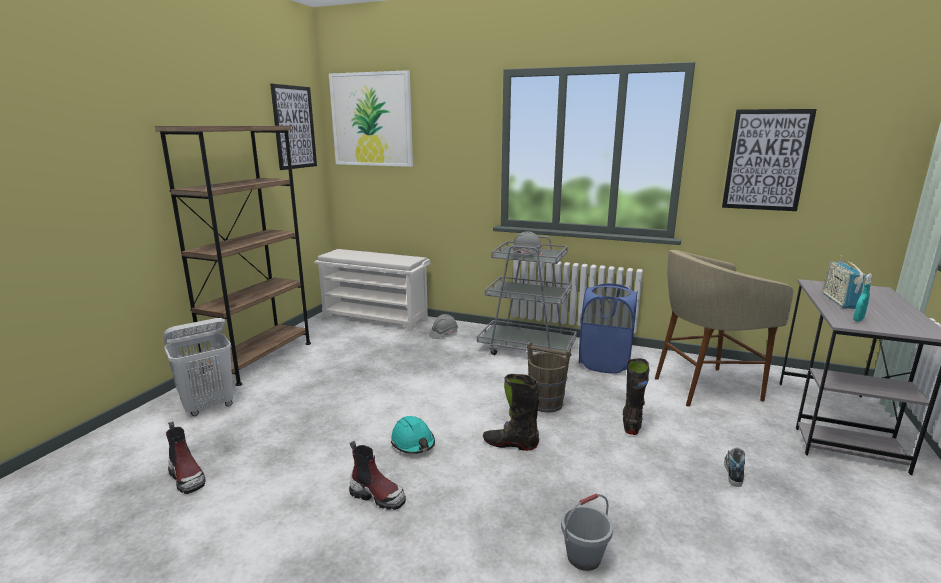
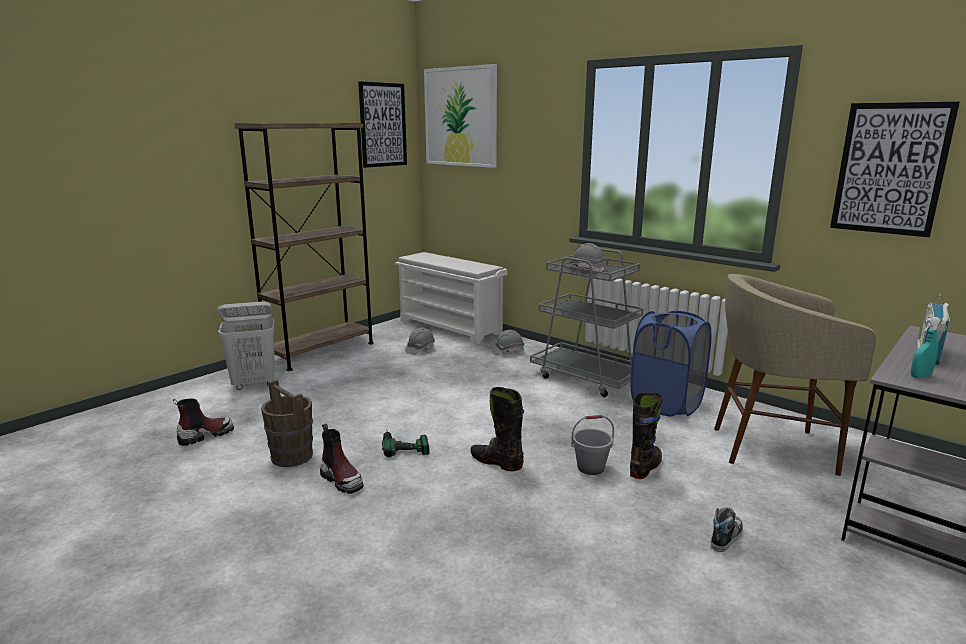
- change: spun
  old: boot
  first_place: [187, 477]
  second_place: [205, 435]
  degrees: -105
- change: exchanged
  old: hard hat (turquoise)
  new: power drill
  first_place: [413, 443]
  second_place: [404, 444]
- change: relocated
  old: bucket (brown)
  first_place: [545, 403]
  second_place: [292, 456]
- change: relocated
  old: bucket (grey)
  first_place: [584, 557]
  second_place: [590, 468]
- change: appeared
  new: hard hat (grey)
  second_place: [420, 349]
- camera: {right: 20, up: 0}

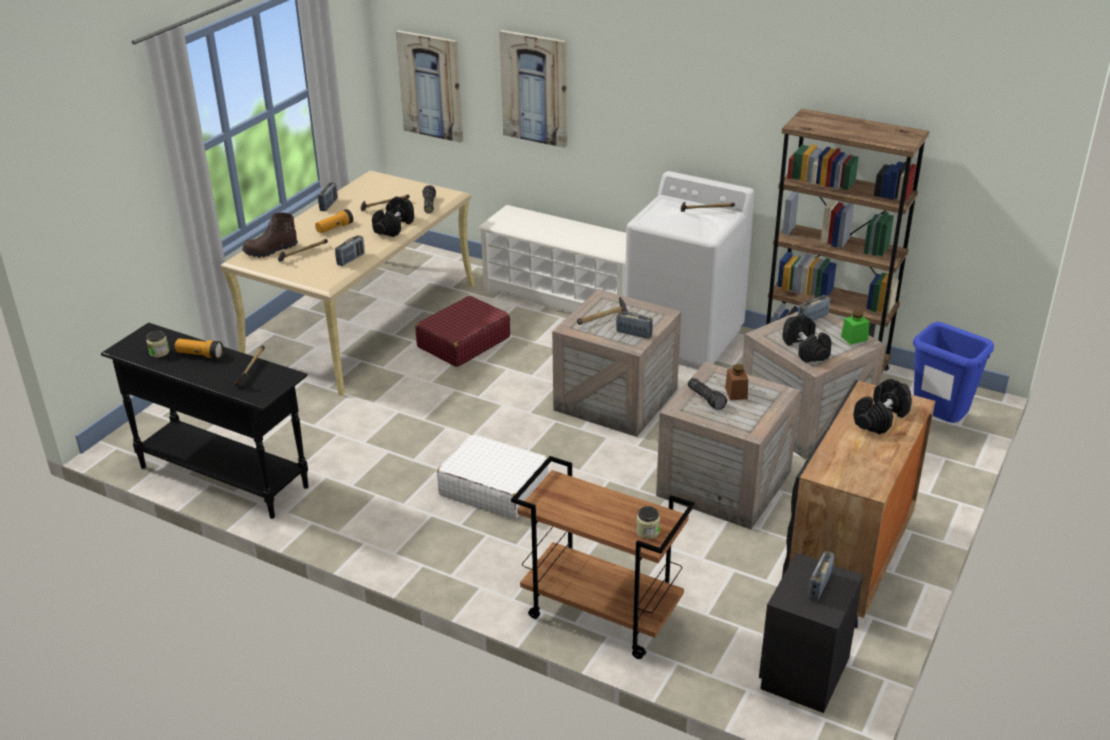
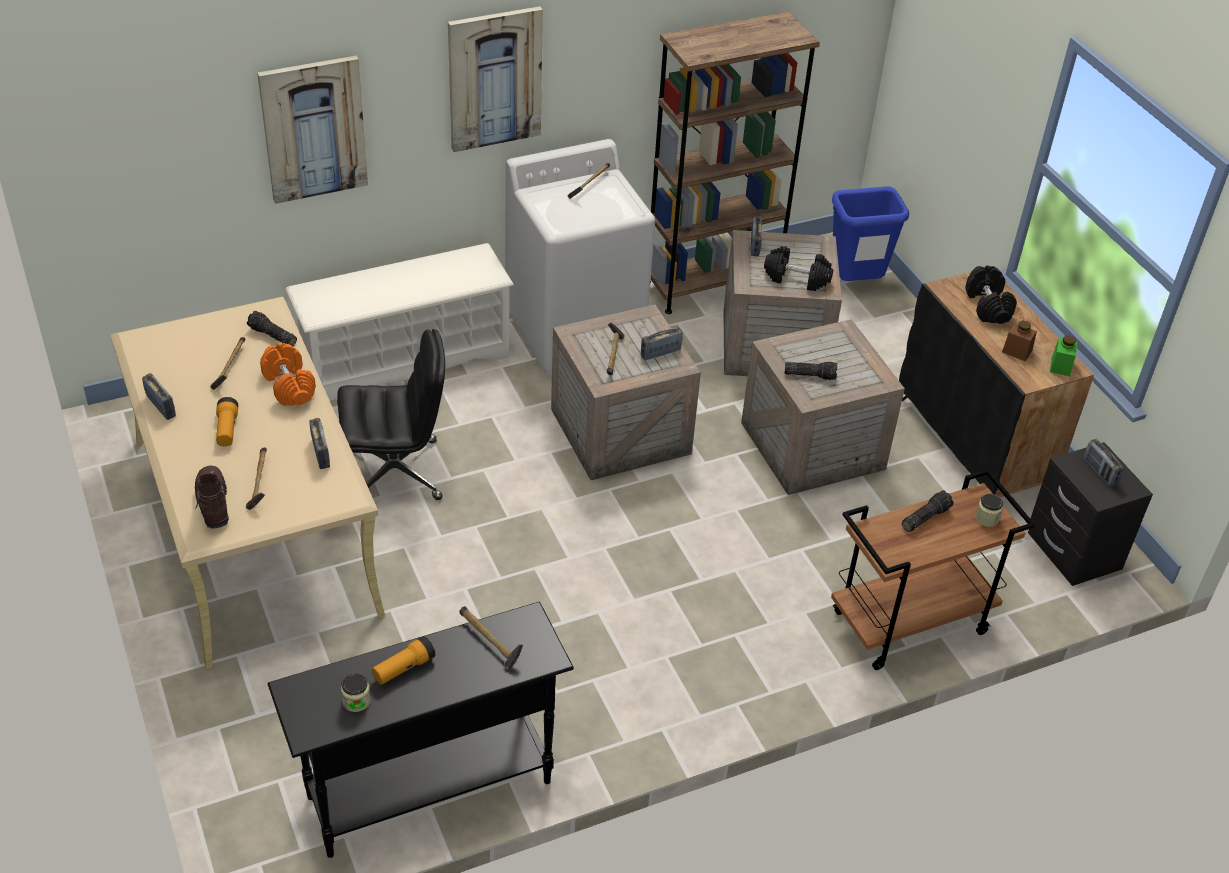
- change: spun
  old: boot (brown)
  first_place: [271, 251]
  second_place: [212, 504]
  degrees: 150
- change: colour
  old: dumbbell (black)
  new: dumbbell (orange)
  first_place: [394, 227]
  second_place: [289, 386]
- change: relocated
  old: picture
  first_place: [431, 86]
  second_place: [494, 79]
- change: exchanged
  old: suitcase (red)
  new: office chair (black)
  first_place: [463, 342]
  second_place: [396, 472]
- change: missing
  old: suitcase (white)
  first_place: [493, 488]
- change: relocated
  old: jar (brown)
  first_place: [736, 393]
  second_place: [1017, 351]
- change: relocated
  old: jar (green)
  first_place: [854, 338]
  second_place: [1060, 366]
- change: appeared
  new: flashlight
  second_place: [924, 517]
- camera: {right: -55, up: 10}

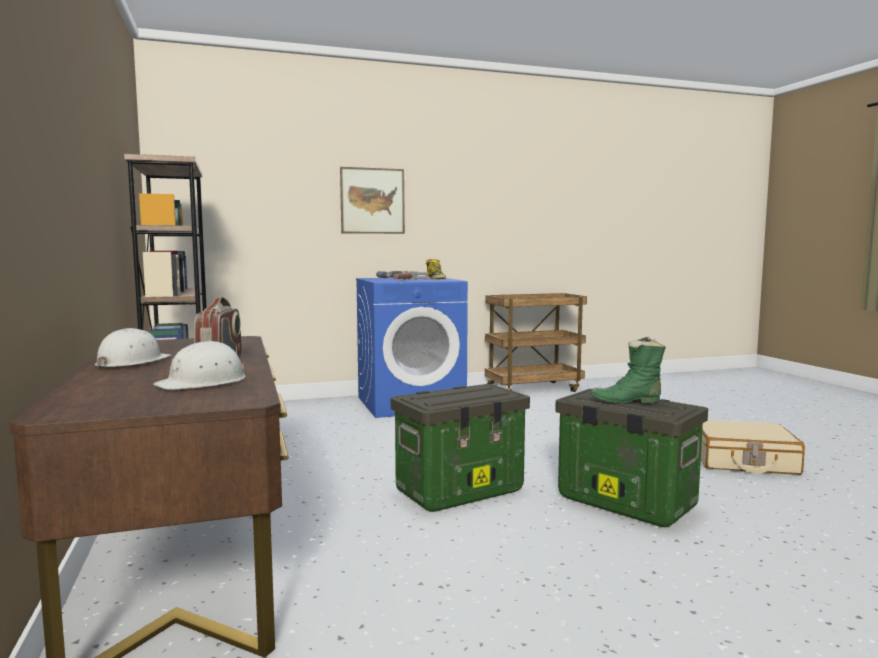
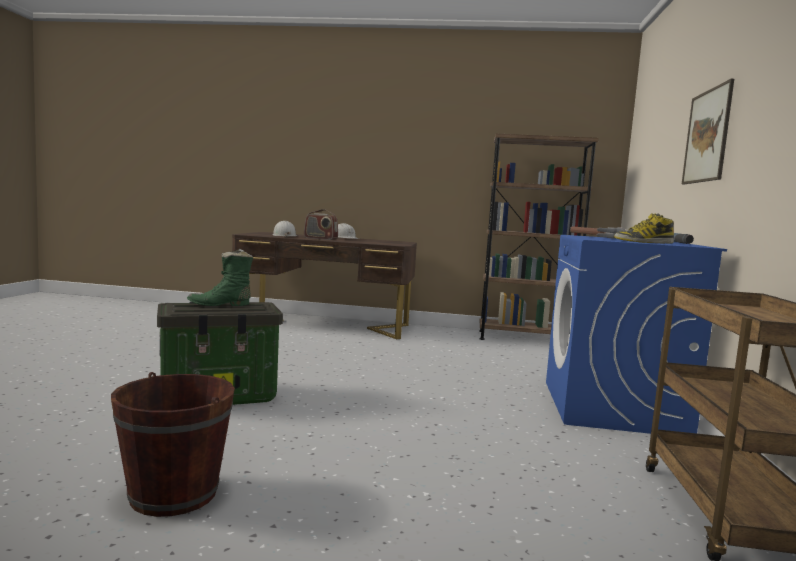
- change: missing
  old: storage box
  first_place: [460, 490]
- change: spun
  old: boot (green)
  first_place: [627, 401]
  second_place: [220, 305]
  degrees: -135
- change: exchanged
  old: suitcase (beige)
  new: bucket (brown)
  first_place: [743, 461]
  second_place: [174, 494]
- camera: {right: 115, up: 0}

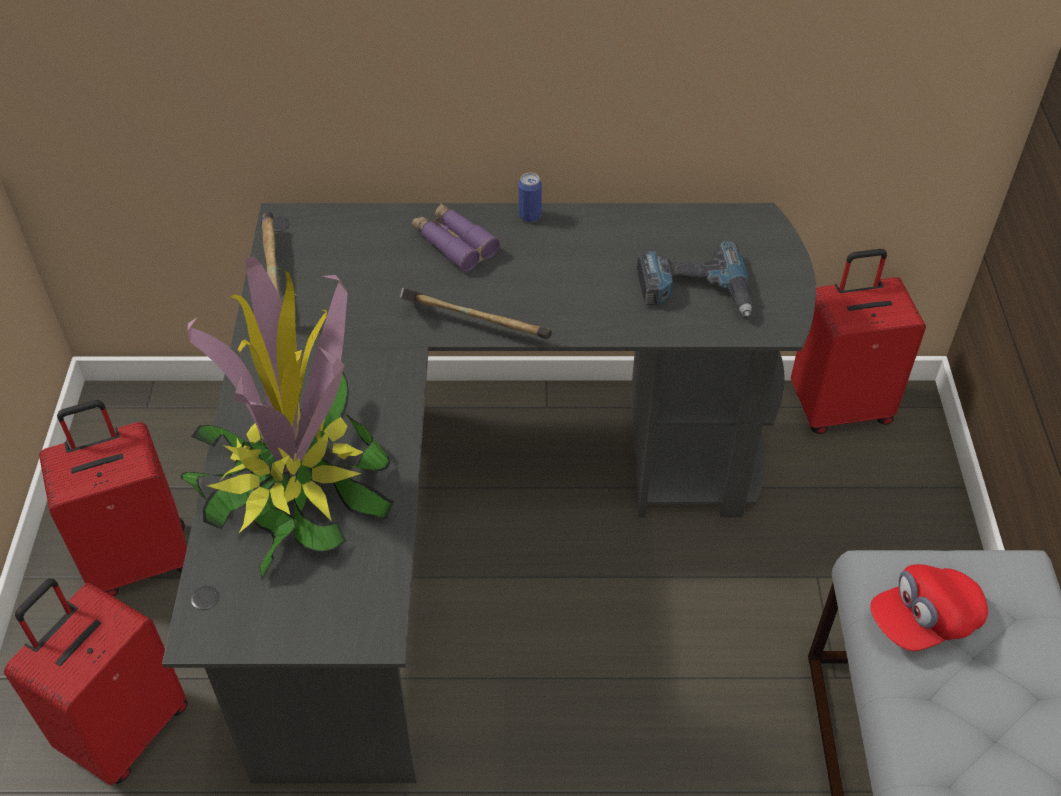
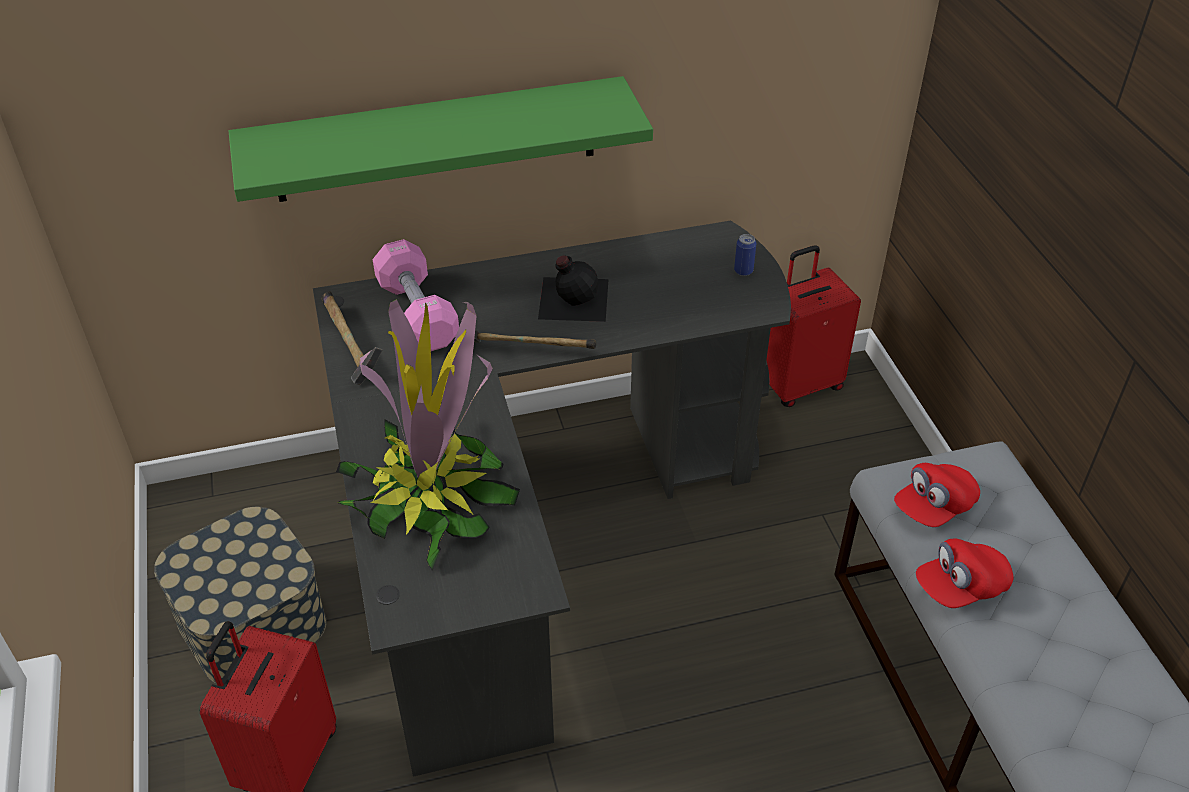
- change: exchanged
  old: suitcase (red)
  new: storage box
  first_place: [141, 559]
  second_place: [251, 620]
- change: missing
  old: binoculars (purple)
  first_place: [454, 244]
- change: relocated
  old: can
  first_place: [530, 216]
  second_place: [743, 271]
- change: missing
  old: power drill
  first_place: [694, 291]
- change: appeared
  new: shelf (green)
  second_place: [436, 140]
- change: appeared
  new: dumbbell (pink)
  second_place: [417, 313]
- change: appeared
  new: bottle (black)
  second_place: [572, 298]
- change: appeared
  new: cap (red)
  second_place: [960, 587]
- camera: {right: -15, up: -5}

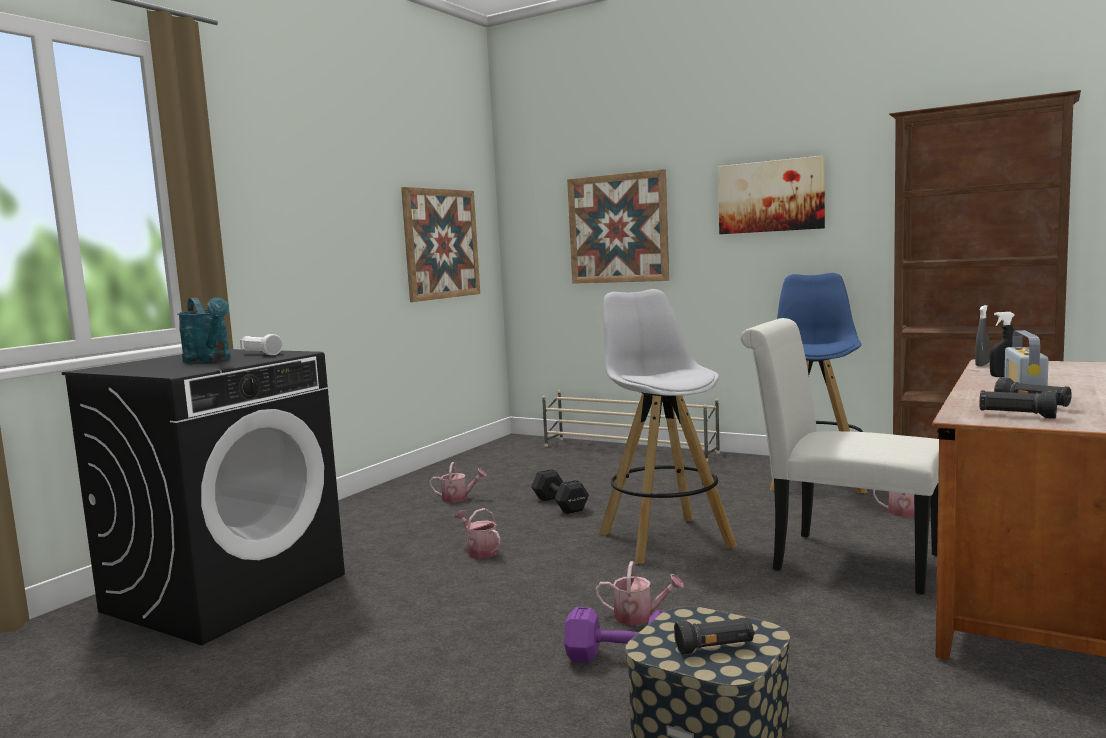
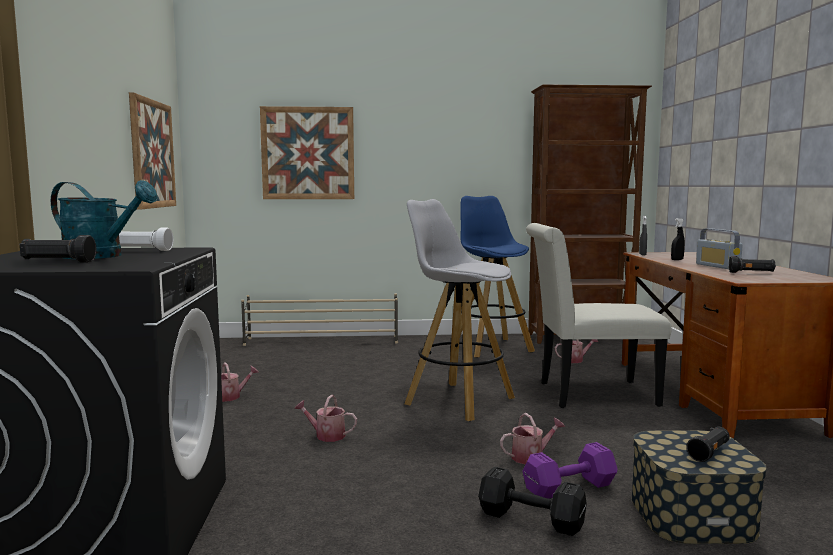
- change: relocated
  old: dumbbell (black)
  first_place: [560, 505]
  second_place: [533, 520]
- change: missing
  old: picture
  first_place: [770, 196]
- change: relocated
  old: flashlight (black)
  first_place: [1016, 416]
  second_place: [58, 262]
- camera: {right: -35, up: 0}

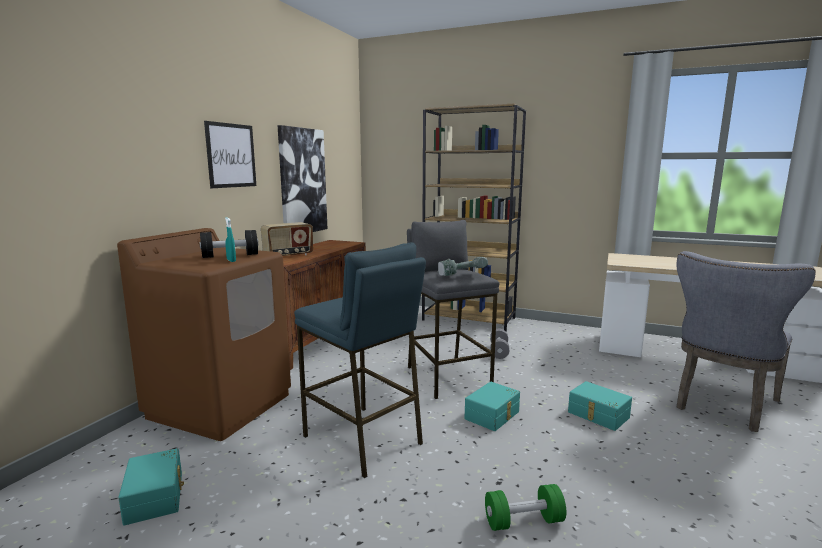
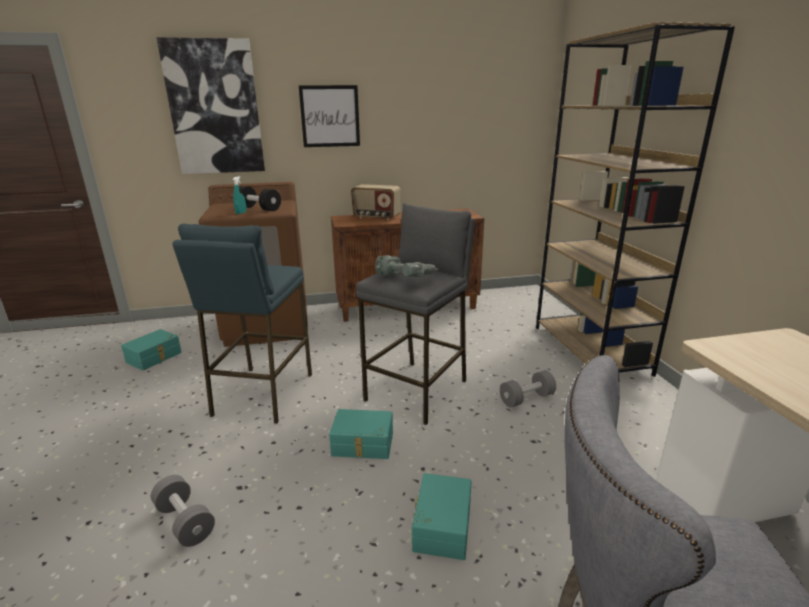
- change: relocated
  old: picture
  first_place: [302, 181]
  second_place: [215, 108]
- change: colour
  old: dumbbell (green)
  new: dumbbell (grey)
  first_place: [523, 521]
  second_place: [185, 521]
- camera: {right: 55, up: 10}

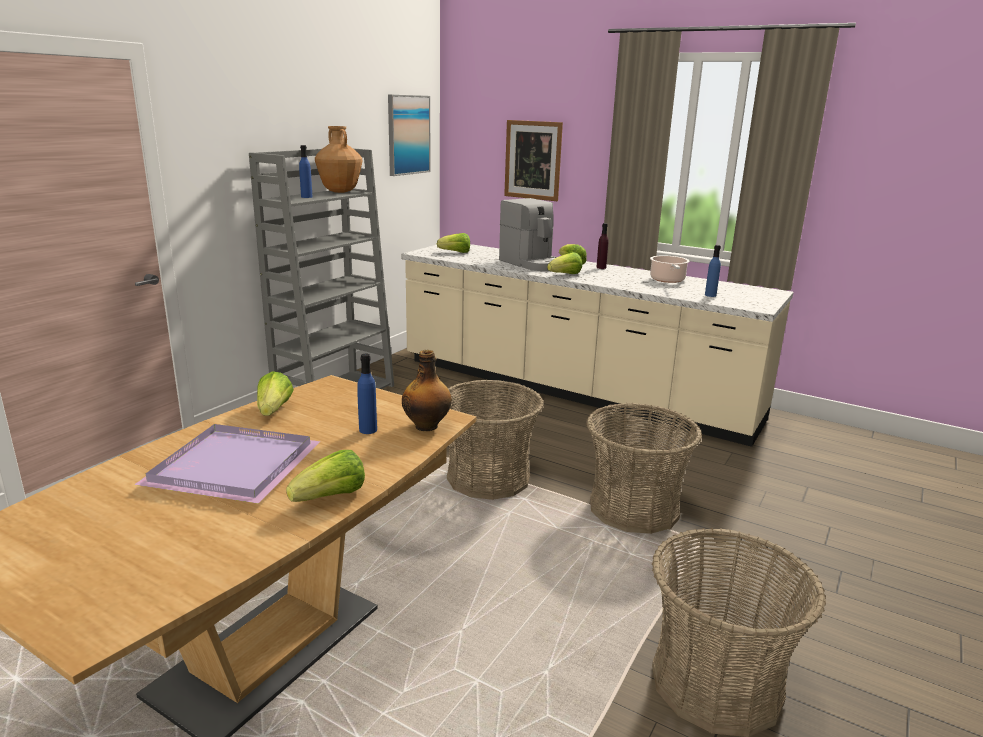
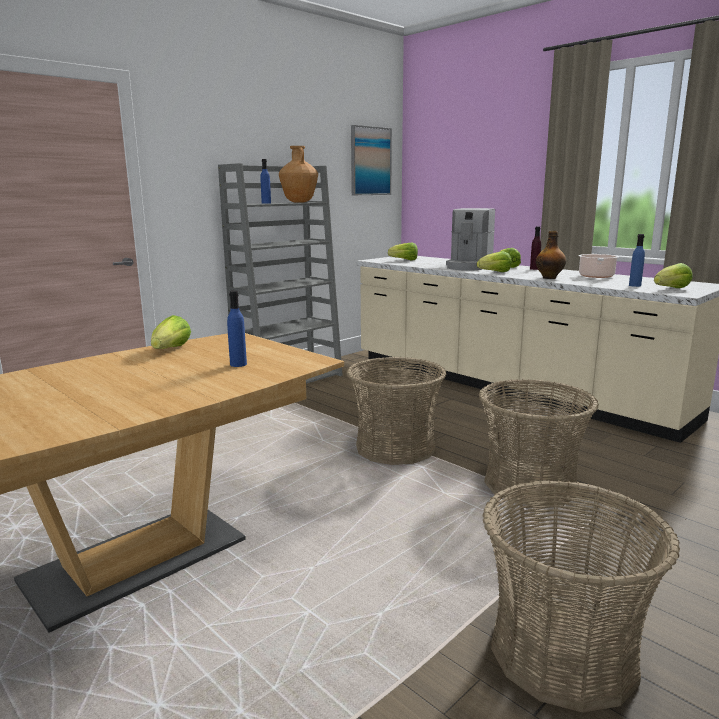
- change: missing
  old: tray (purple)
  first_place: [233, 465]
- change: relocated
  old: lettuce
  first_place: [331, 497]
  second_place: [671, 289]
- change: relocated
  old: bottle
  first_place: [427, 426]
  second_place: [549, 278]
- change: spun
  old: coffee machine
  first_place: [532, 263]
  second_place: [469, 266]
  degrees: 45
- change: missing
  old: picture
  first_place: [533, 160]
- camera: {right: 15, up: -5}

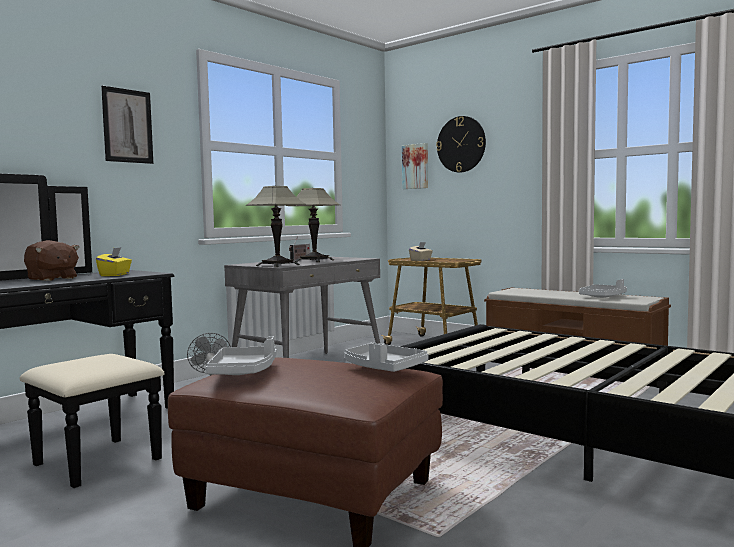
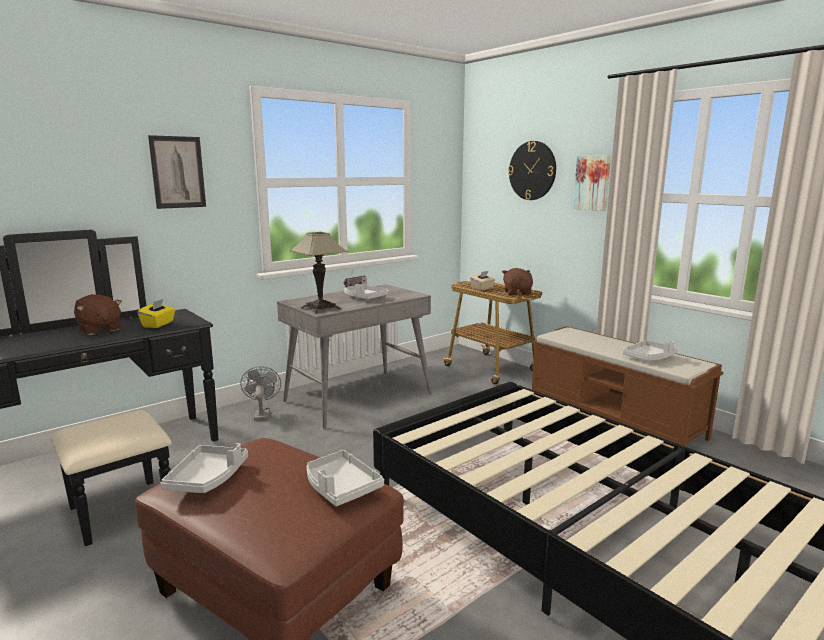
- change: exchanged
  old: table lamp
  new: tray (grey)
  first_place: [314, 261]
  second_place: [364, 297]
- change: relocated
  old: picture
  first_place: [416, 166]
  second_place: [592, 183]
- change: appeared
  new: plush toy (brown)
  second_place: [517, 293]
- camera: {right: 10, up: 10}

